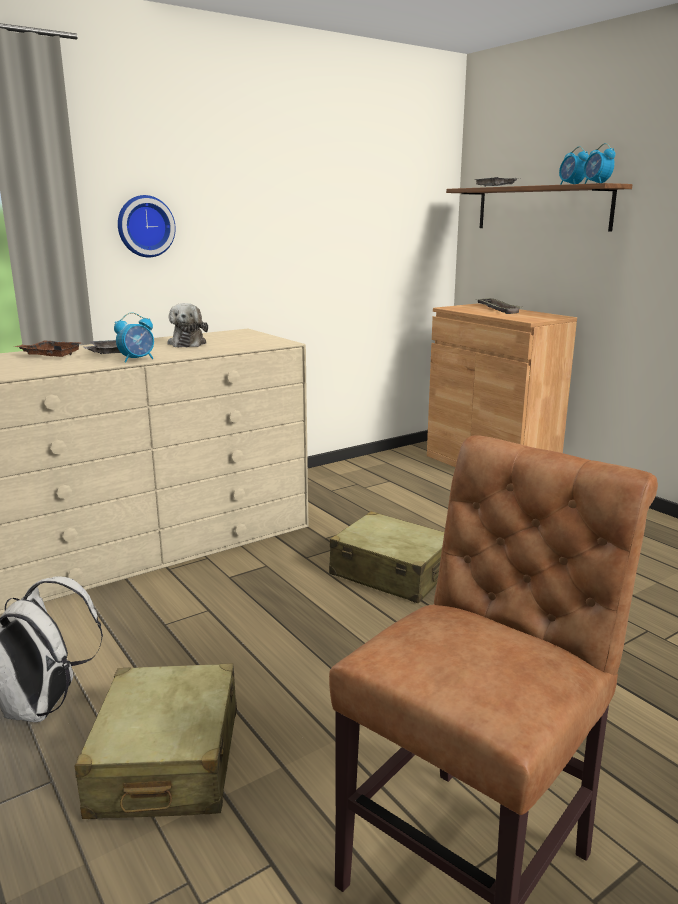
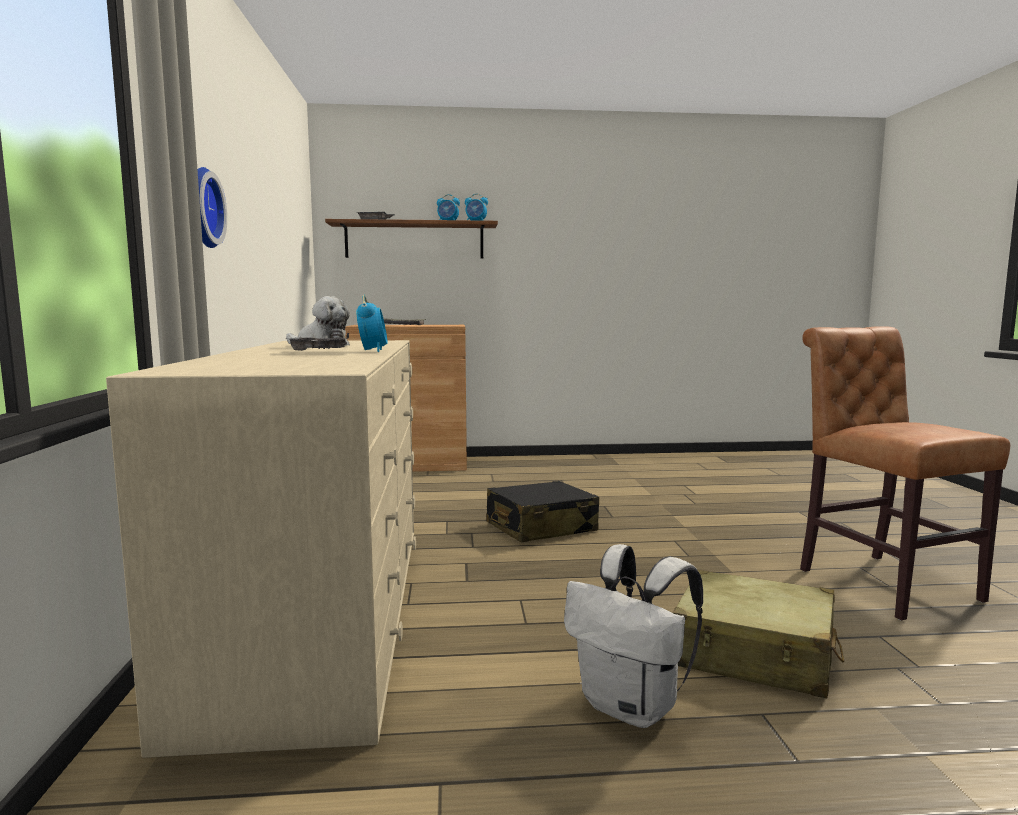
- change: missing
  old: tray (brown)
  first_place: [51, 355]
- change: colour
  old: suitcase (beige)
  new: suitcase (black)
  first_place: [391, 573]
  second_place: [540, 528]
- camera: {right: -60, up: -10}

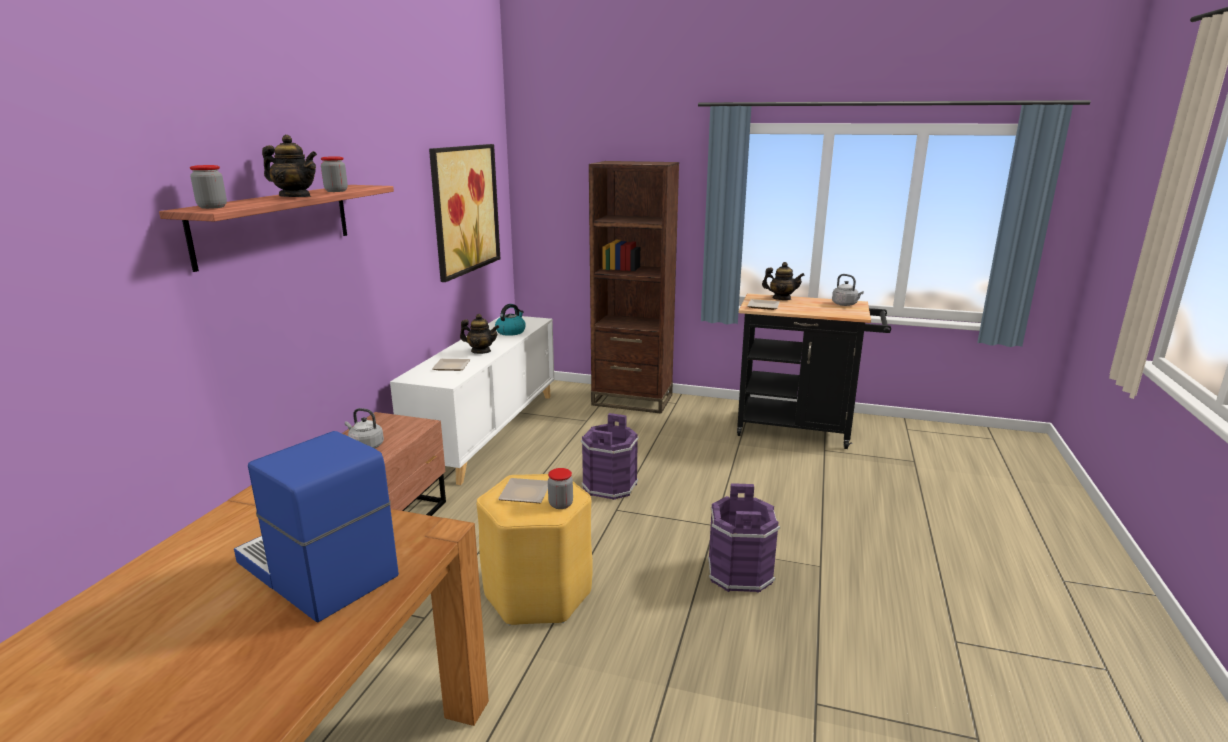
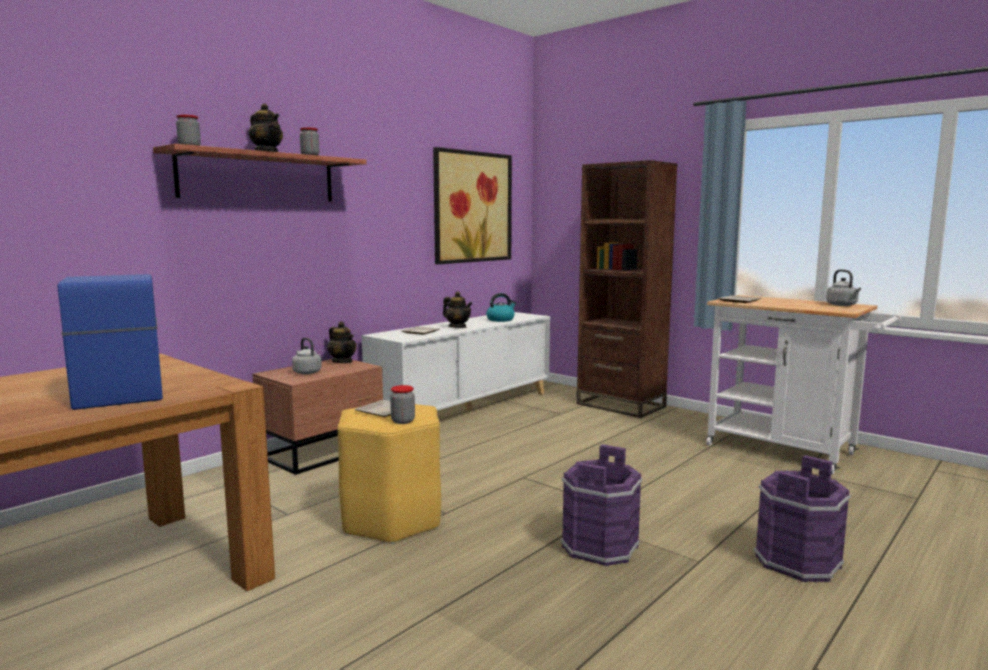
- change: relocated
  old: bucket (purple)
  first_place: [610, 486]
  second_place: [798, 562]
- change: colour
  old: cart (black)
  new: cart (white)
  first_place: [801, 430]
  second_place: [789, 451]
- change: relocated
  old: teapot
  first_place: [781, 298]
  second_place: [342, 361]
- camera: {right: 25, up: -10}

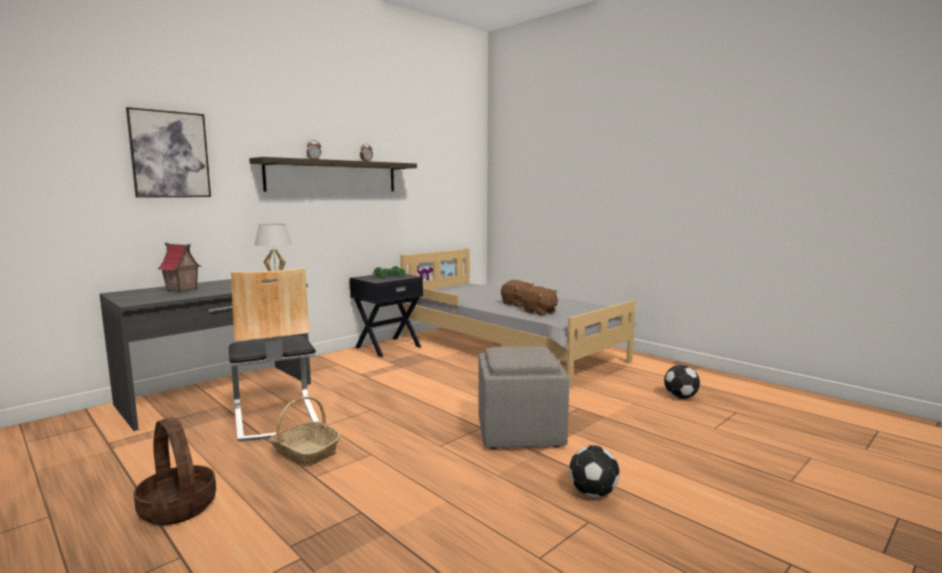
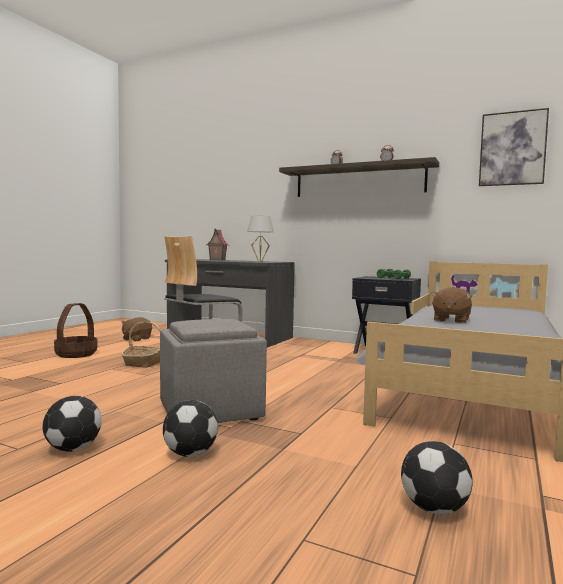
- change: relocated
  old: picture
  first_place: [170, 154]
  second_place: [512, 148]
- change: relocated
  old: plush toy (brown)
  first_place: [539, 312]
  second_place: [136, 339]
- change: appeared
  new: football
  second_place: [189, 454]
- camera: {right: 70, up: -5}

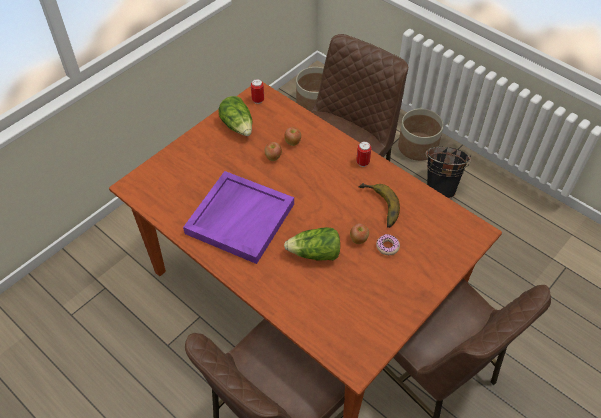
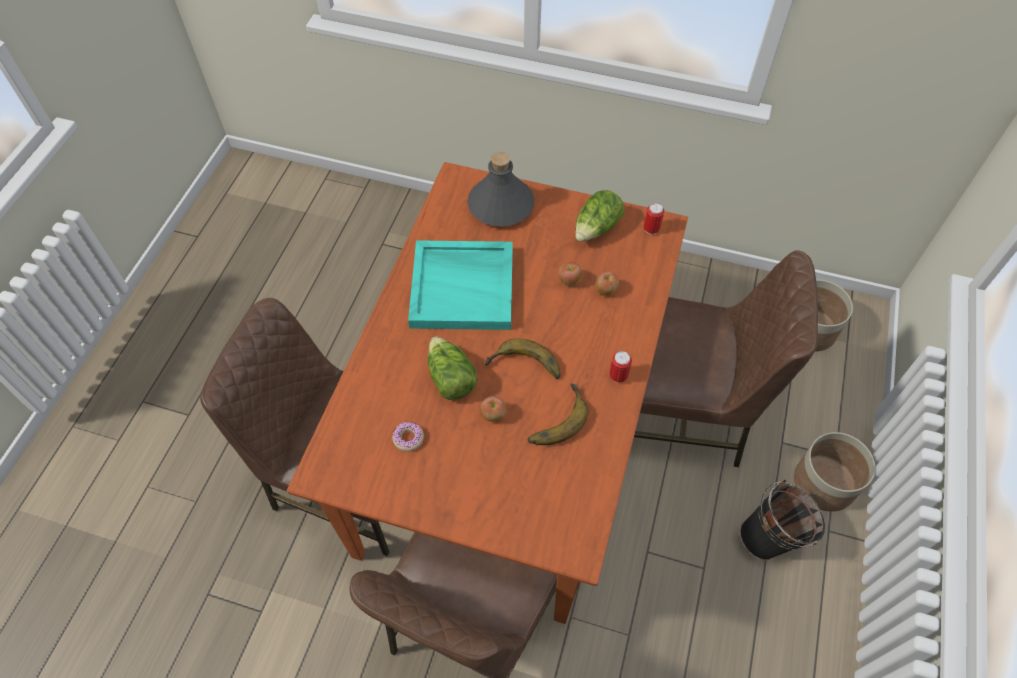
- change: colour
  old: tray (purple)
  new: tray (turquoise)
  first_place: [240, 218]
  second_place: [463, 287]
- change: relocated
  old: donut
  first_place: [387, 246]
  second_place: [408, 438]
- change: appeared
  new: bottle (grey)
  second_place: [501, 205]
- change: appeared
  new: banana
  second_place: [524, 368]
- camera: {right: 65, up: 5}

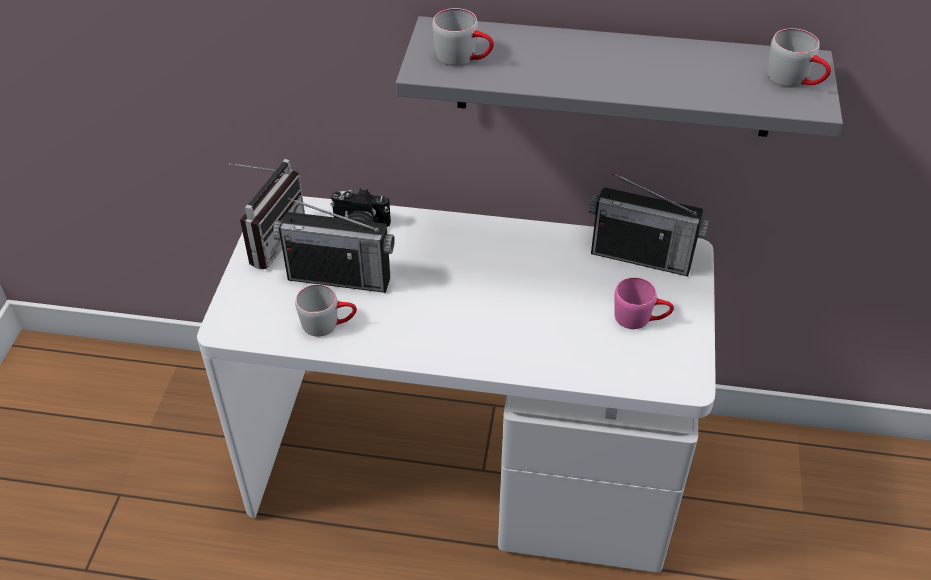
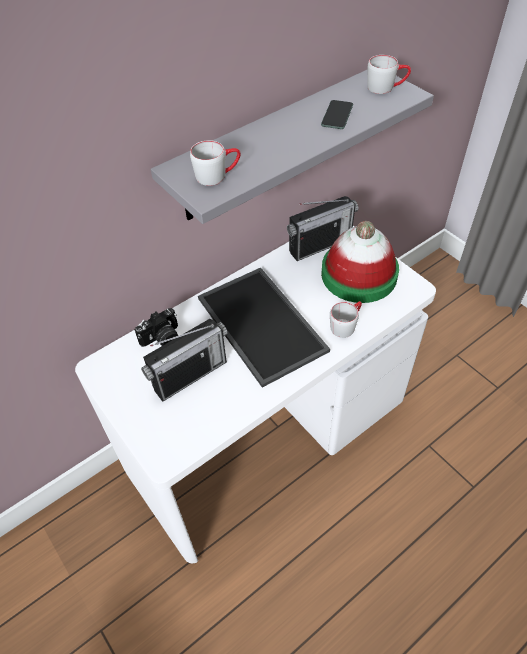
- change: missing
  old: radio
  first_place: [269, 239]
- change: relocated
  old: mug (grey)
  first_place: [328, 323]
  second_place: [346, 324]
- change: exchanged
  old: mug (pink)
  new: hat
  first_place: [641, 318]
  second_place: [359, 274]
- change: appeared
  new: tray
  second_place: [258, 324]
- change: appeared
  new: phone
  second_place: [337, 115]
- camera: {right: -45, up: 5}

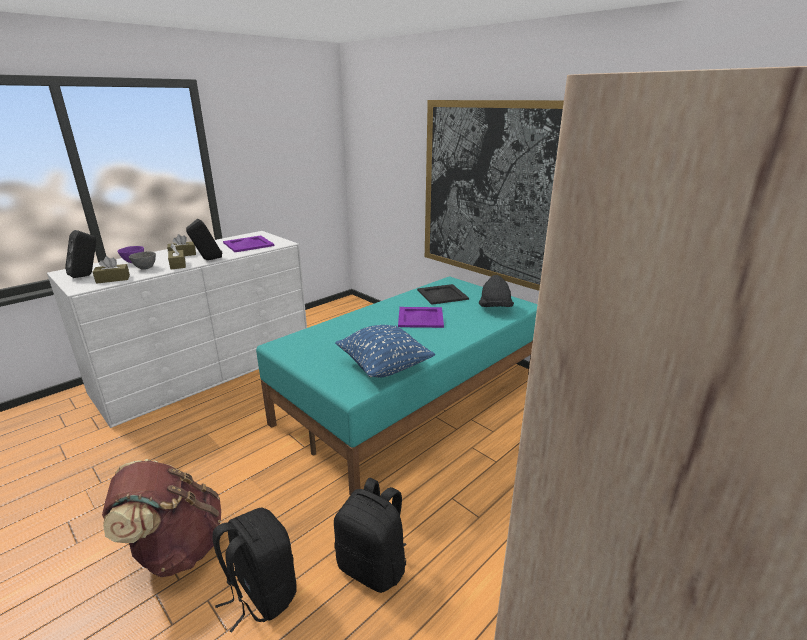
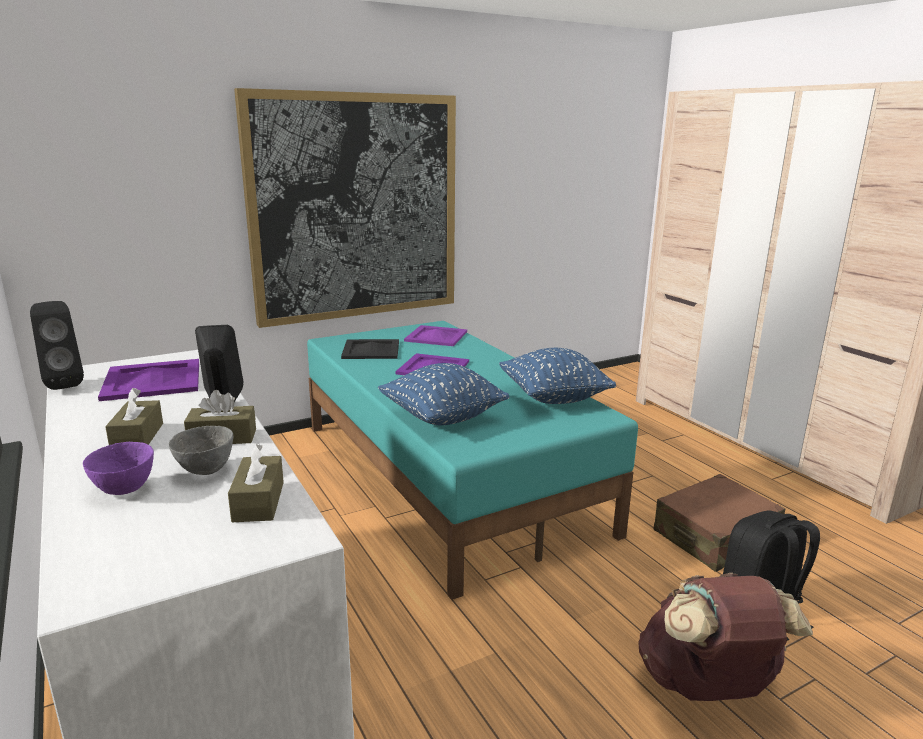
- change: relocated
  old: speaker (black)
  first_place: [87, 275]
  second_place: [64, 384]
- change: exchanged
  old: backpack (black)
  new: suitcase (brown)
  first_place: [373, 566]
  second_place: [715, 537]
- change: exchanged
  old: hat (black)
  new: tray (purple)
  first_place: [495, 309]
  second_place: [436, 336]
- change: appeared
  new: pillow (blue)
  second_place: [442, 417]
- camera: {right: -75, up: -5}

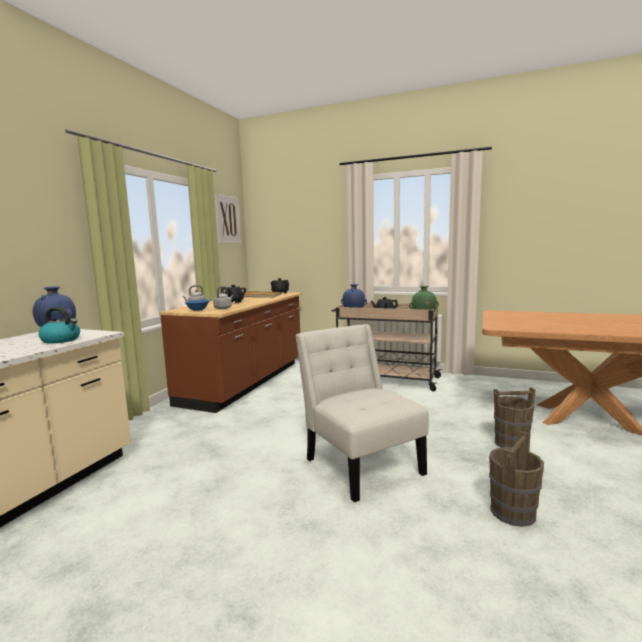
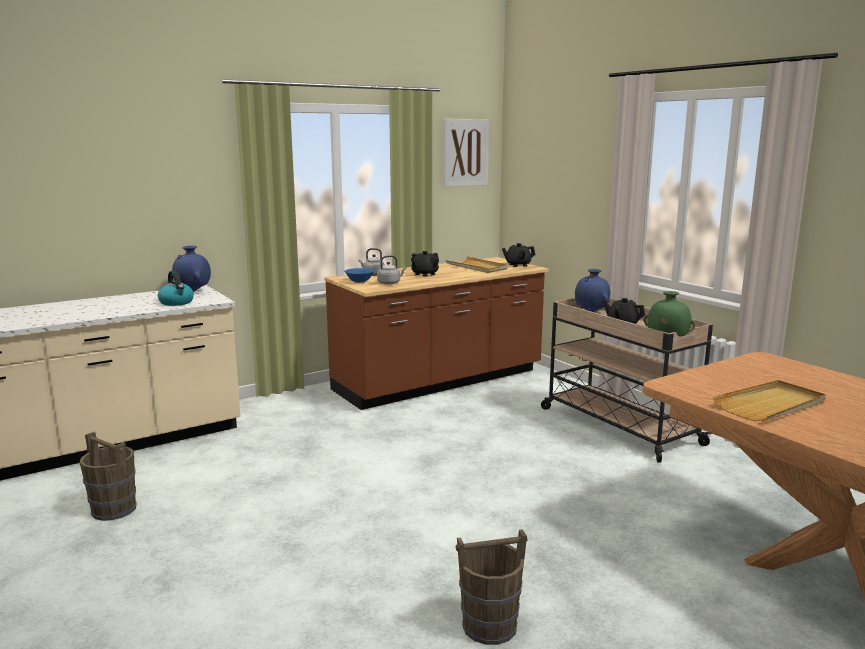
- change: missing
  old: chair (white)
  first_place: [360, 463]
- change: relocated
  old: bucket (brown)
  first_place: [511, 443]
  second_place: [114, 510]
- change: appeared
  new: tray (beige)
  second_place: [770, 405]
- camera: {right: 35, up: 5}

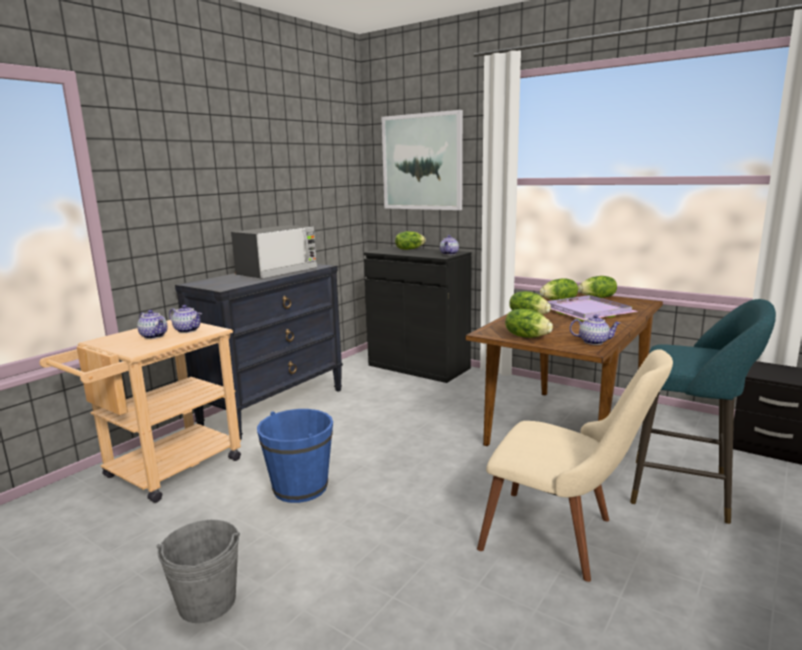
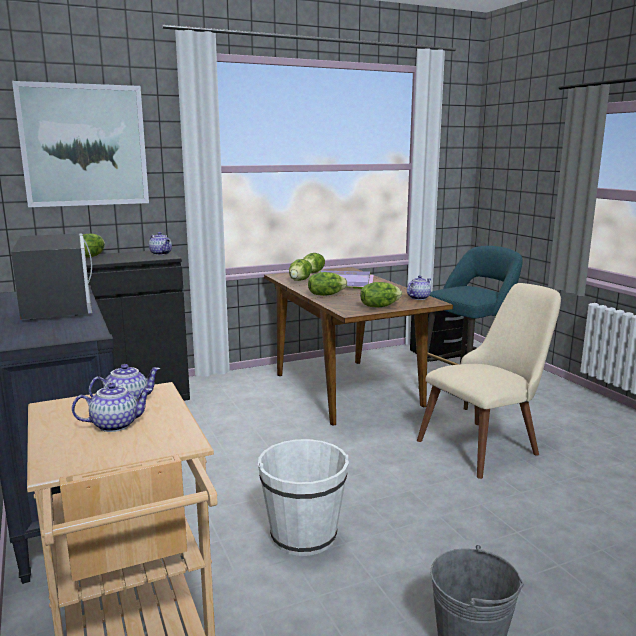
- change: colour
  old: bucket (blue)
  new: bucket (white)
  first_place: [300, 487]
  second_place: [303, 535]
- camera: {right: -60, up: 0}

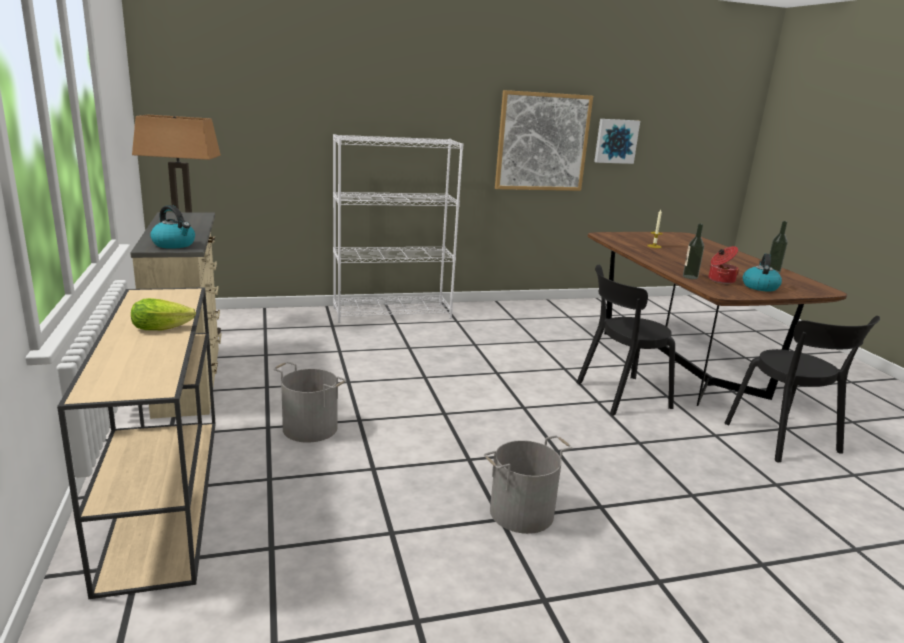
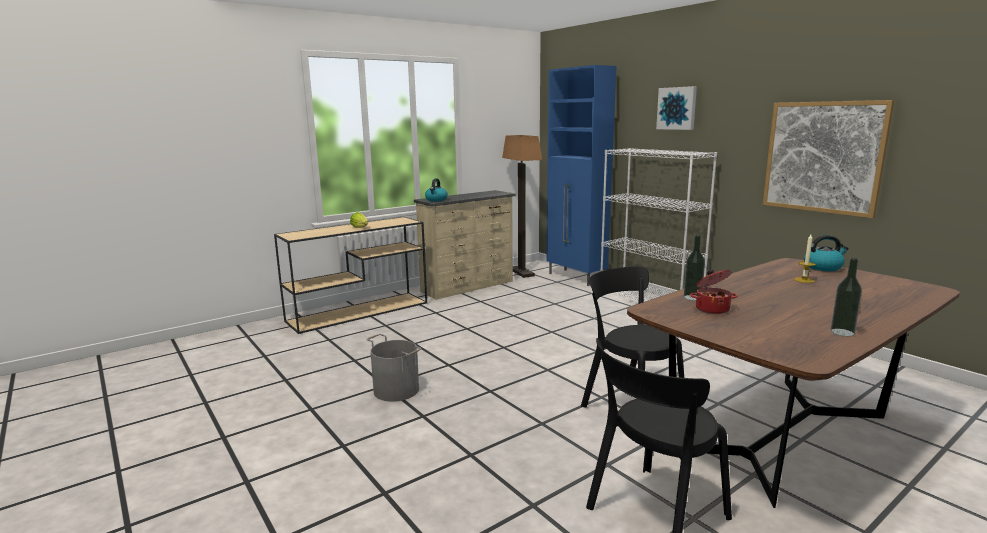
- change: missing
  old: bucket (grey)
  first_place: [310, 428]
- change: relocated
  old: picture
  first_place: [615, 141]
  second_place: [677, 108]
- change: relocated
  old: kettle
  first_place: [759, 287]
  second_place: [823, 267]
- change: appeared
  new: cabinet (blue)
  second_place: [576, 277]
- camera: {right: 70, up: -5}

